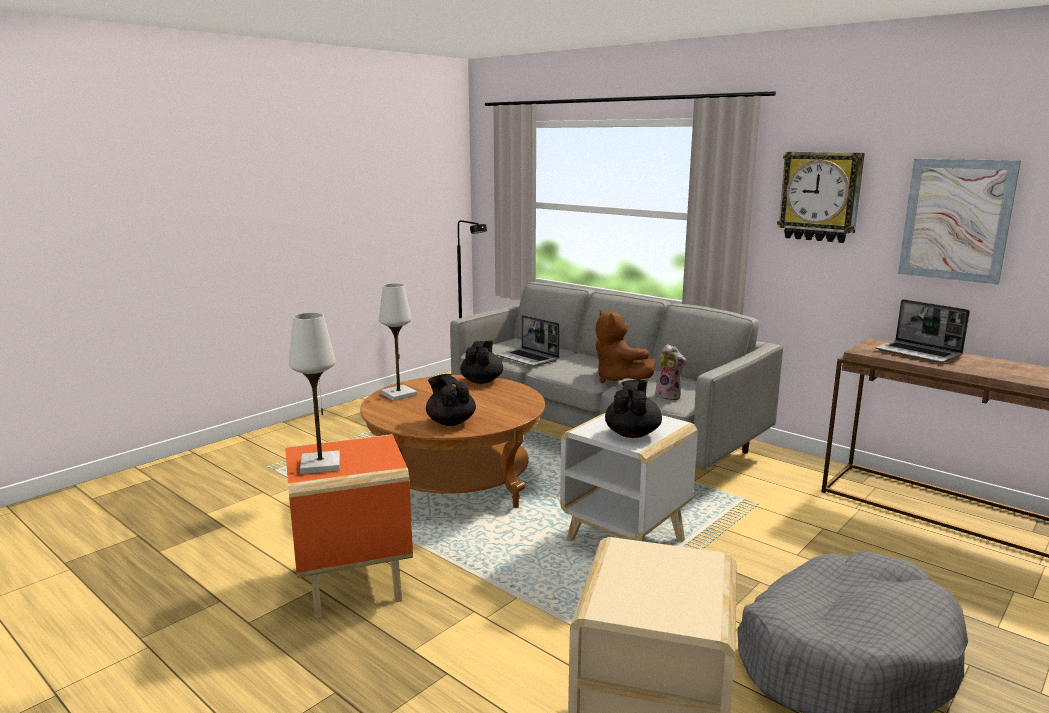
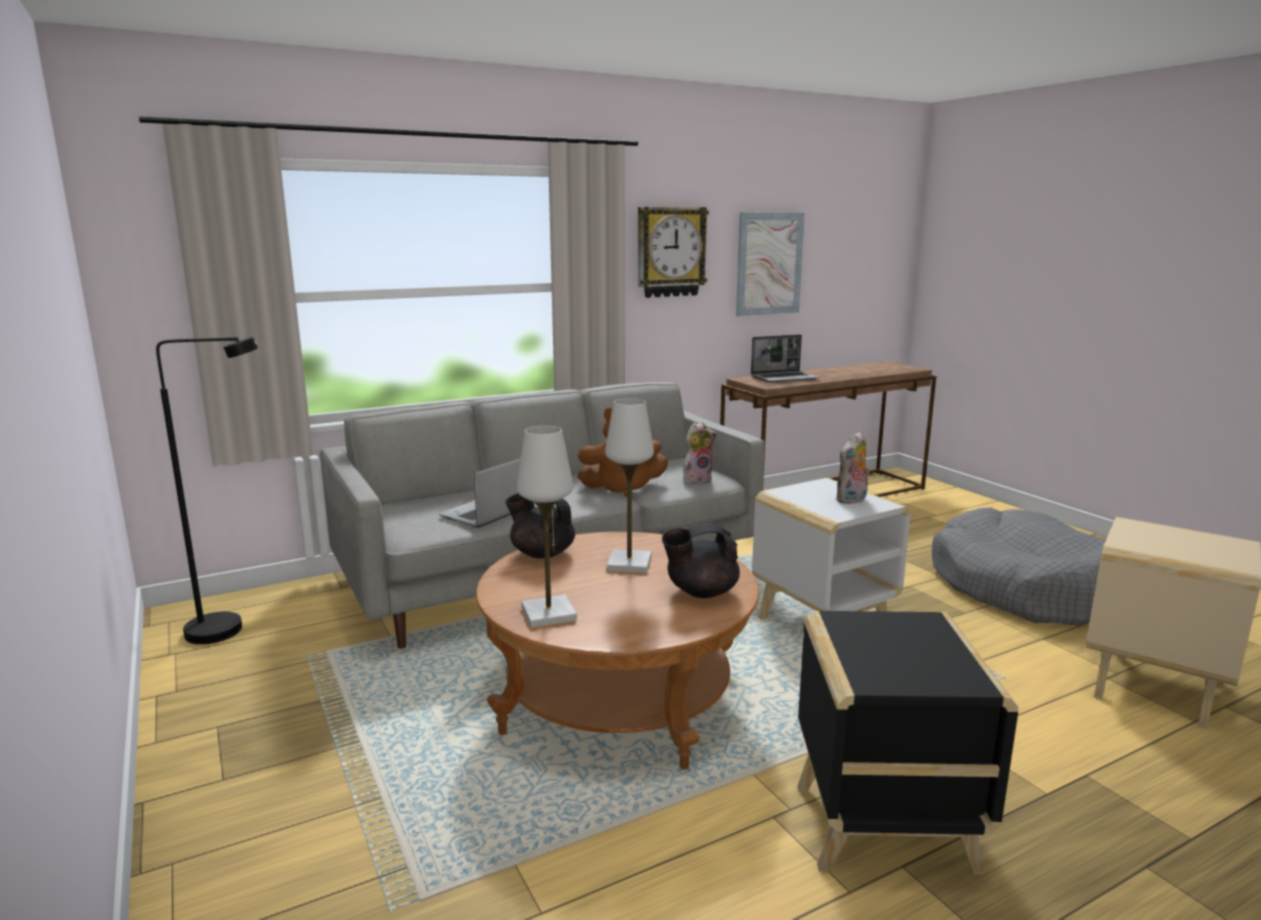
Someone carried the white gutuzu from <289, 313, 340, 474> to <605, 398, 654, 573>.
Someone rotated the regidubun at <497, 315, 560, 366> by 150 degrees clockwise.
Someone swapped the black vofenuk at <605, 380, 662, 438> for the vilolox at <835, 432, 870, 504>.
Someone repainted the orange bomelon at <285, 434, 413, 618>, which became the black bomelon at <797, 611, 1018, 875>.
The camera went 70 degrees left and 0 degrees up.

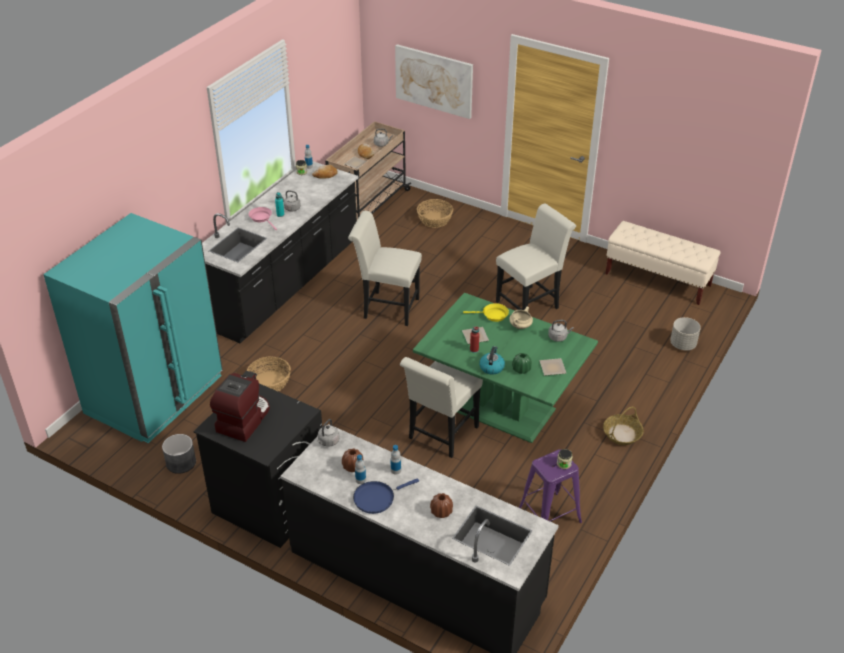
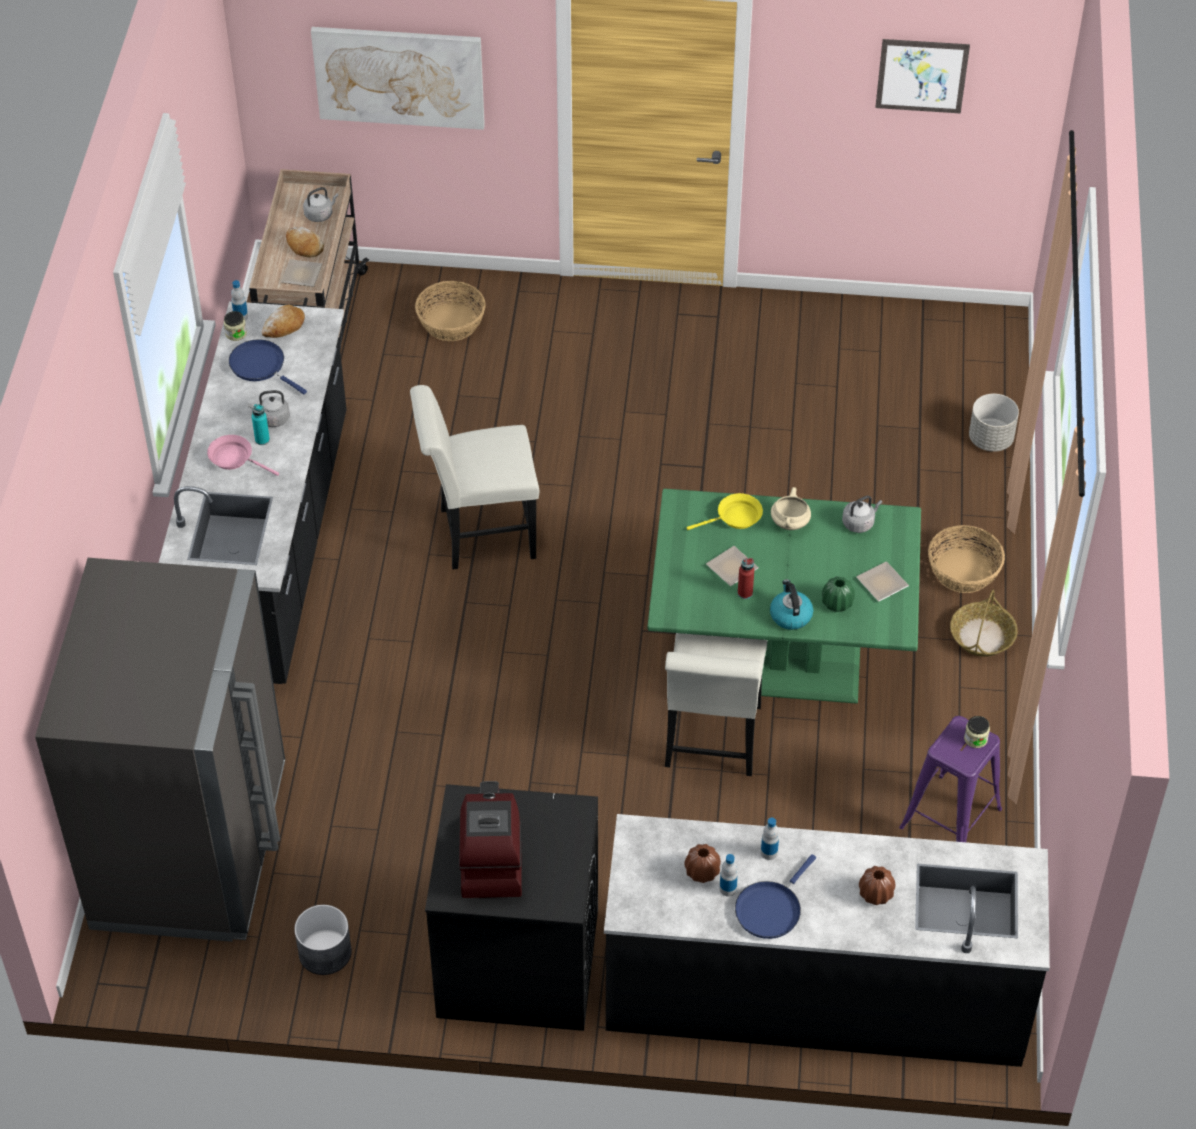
Someone took away the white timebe at <496, 203, 576, 310>.
Someone repainted the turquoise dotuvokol at <44, 213, 223, 443>, which became the grey dotuvokol at <35, 558, 285, 942>.
Someone took away the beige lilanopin at <605, 221, 720, 305>.
Someone carried the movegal from <247, 357, 291, 392> to <928, 525, 1005, 593>.
Someone took away the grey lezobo at <317, 419, 340, 447>.
Someone put up the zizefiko at <875, 39, 970, 113>.
Someone put down the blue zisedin at <229, 339, 307, 394>.
The camera went 25 degrees left and 10 degrees up.

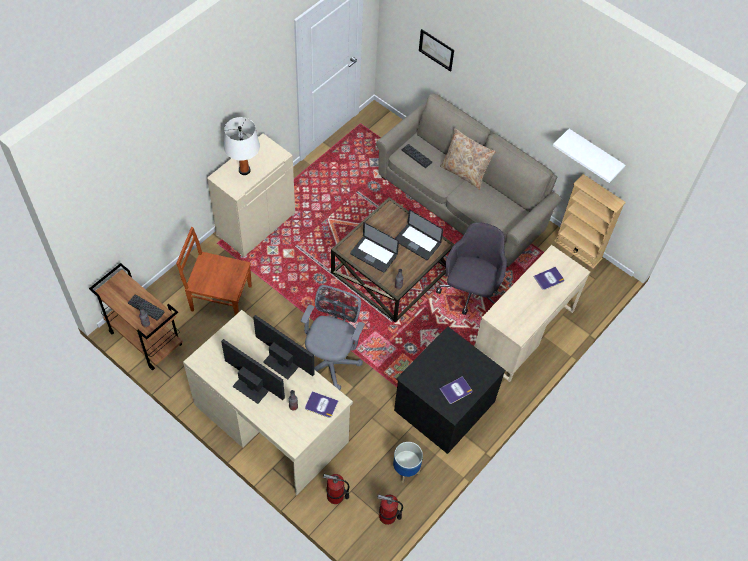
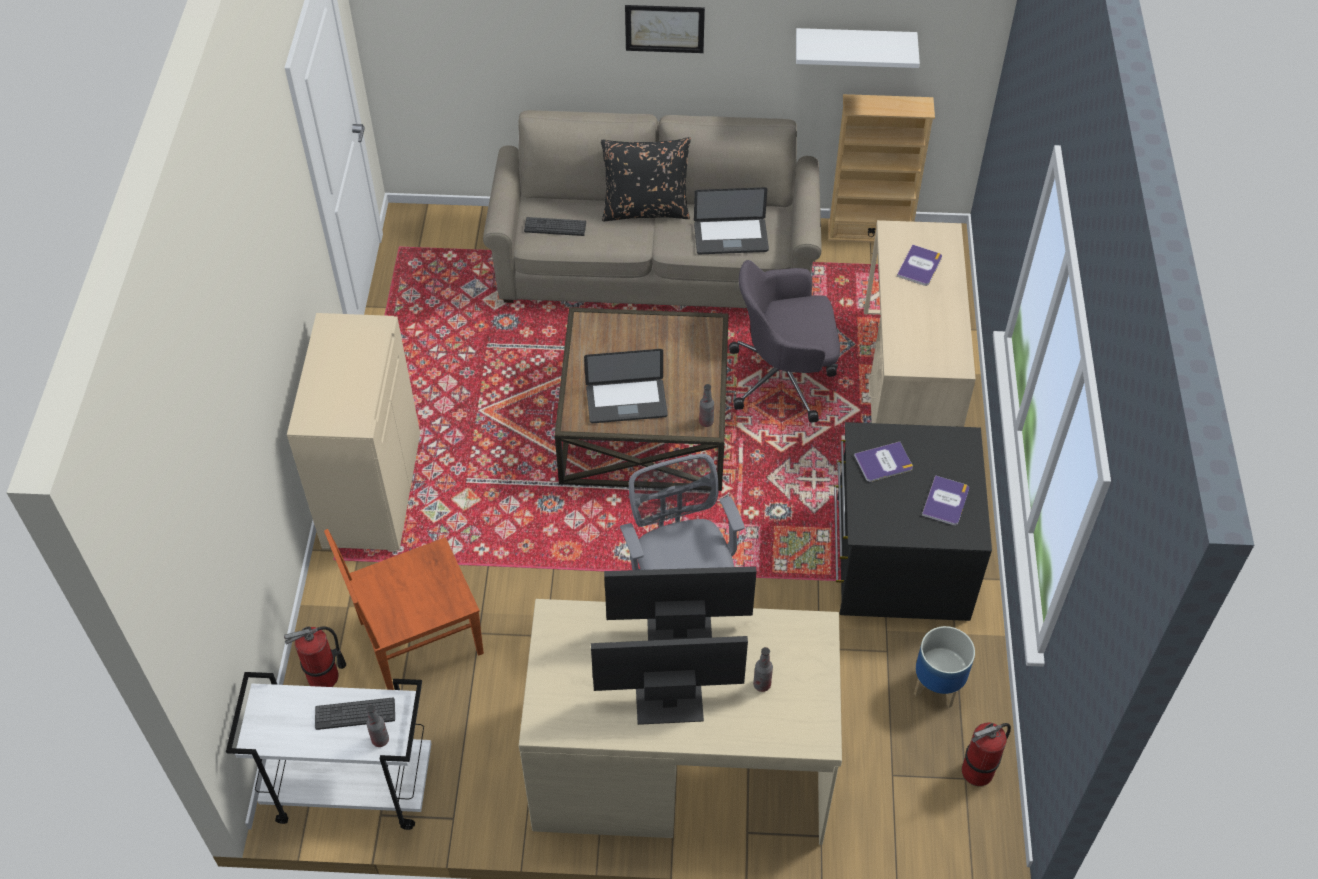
Someone carried the zizefiko from <419, 29, 454, 72> to <625, 5, 705, 53>.
Someone took away the white gutuzu at <224, 117, 260, 175>.
Someone repainted the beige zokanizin at <440, 128, 496, 190>, which became the black zokanizin at <601, 137, 691, 221>.
Someone carried the regidubun from <395, 210, 443, 260> to <694, 187, 769, 254>.
Someone rotated the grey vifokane at <436, 222, 507, 315> by 75 degrees counterclockwise.
Someone repainted the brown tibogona at <89, 263, 182, 370>, which became the white tibogona at <226, 672, 432, 830>.
Someone carried the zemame from <305, 391, 338, 418> to <854, 442, 913, 482>.
Someone carried the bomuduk from <323, 474, 349, 504> to <284, 627, 346, 687>.
The camera went 35 degrees left and 5 degrees down.

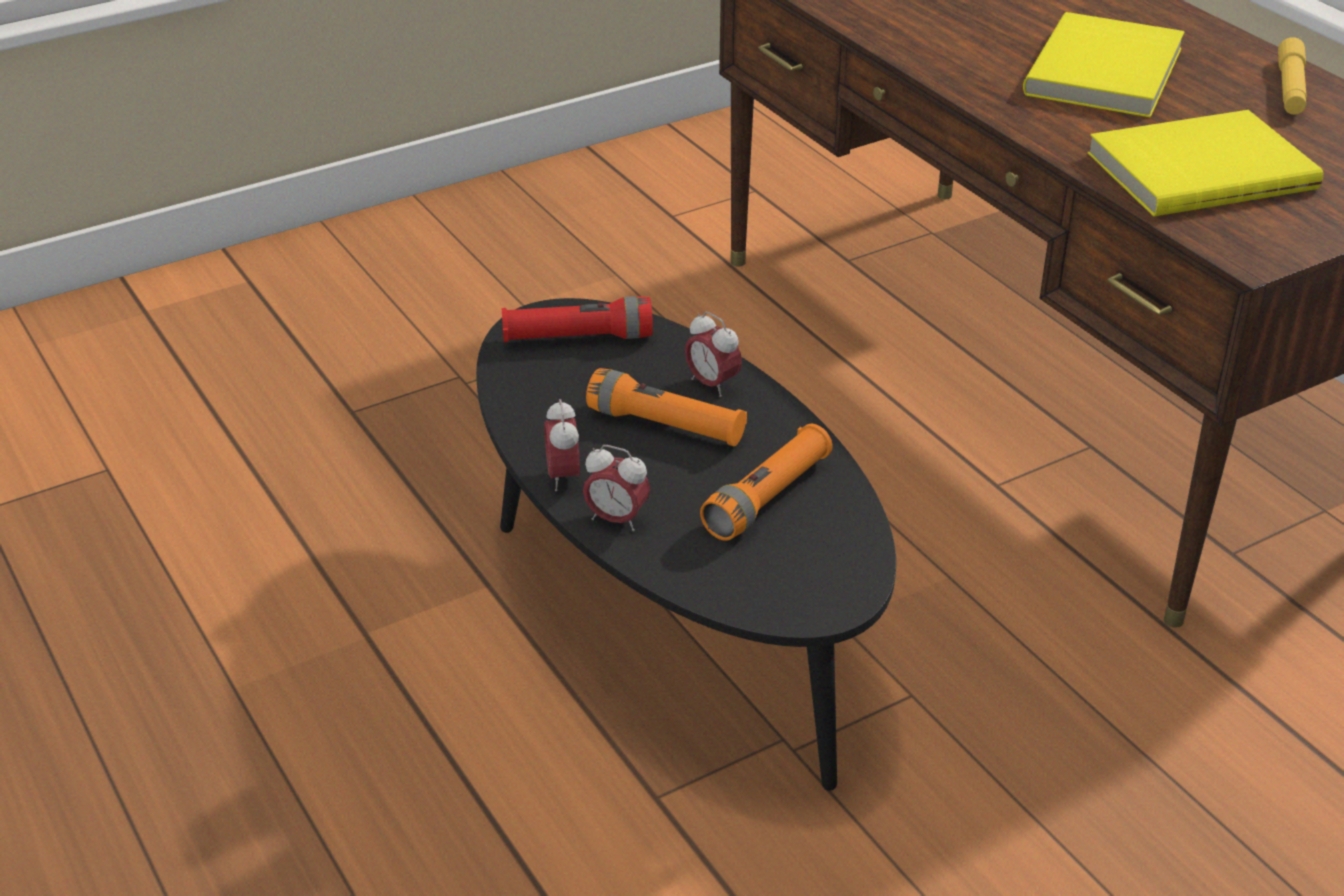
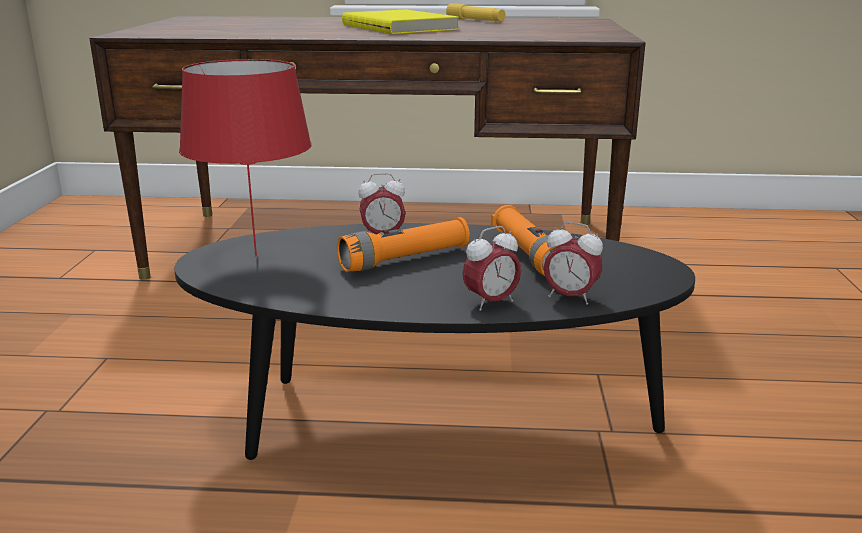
Someone took away the yellow zemame at <1088, 110, 1323, 217>.
Someone swapped the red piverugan at <502, 296, 653, 343> for the red gutuzu at <179, 59, 312, 257>.
Someone carried the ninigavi from <544, 399, 580, 492> to <544, 222, 603, 305>.
The camera went 55 degrees left and 15 degrees down.

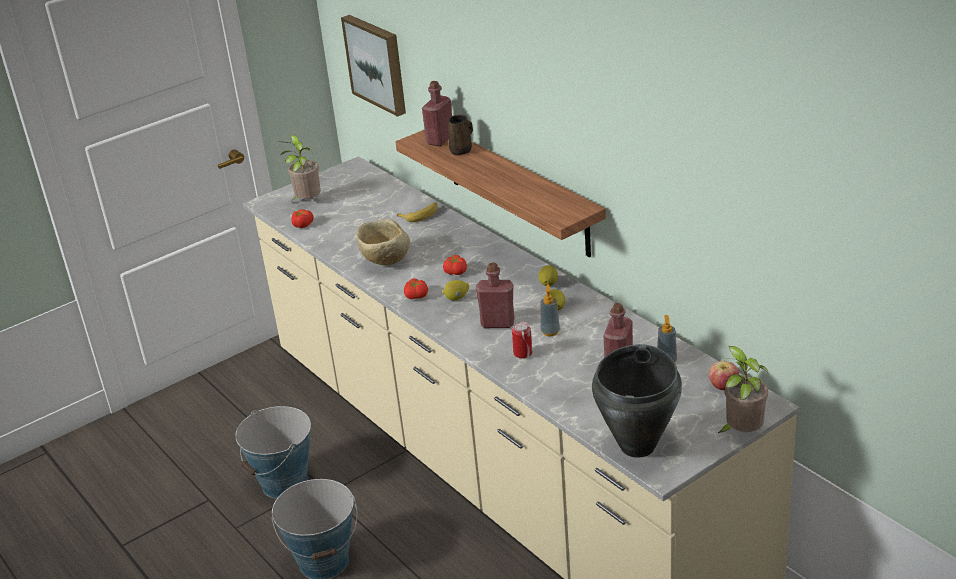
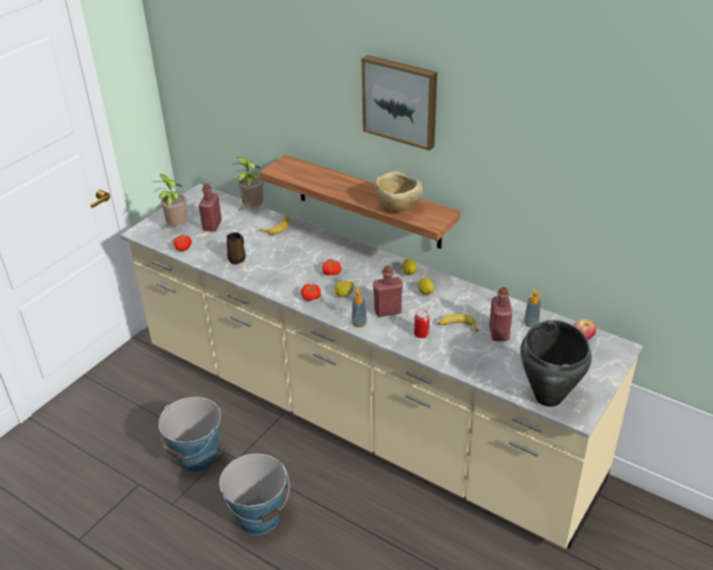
Someone carried the zizefiko from <341, 15, 406, 117> to <361, 55, 437, 151>.
Someone carried the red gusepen from <422, 81, 452, 146> to <199, 184, 222, 232>.
Someone carried the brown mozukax from <448, 115, 473, 156> to <226, 232, 246, 264>.
Someone carried the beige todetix from <357, 219, 410, 266> to <375, 171, 423, 211>.
Someone carried the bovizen from <540, 284, 560, 336> to <352, 288, 367, 328>.
Someone carried the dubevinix from <718, 346, 768, 433> to <235, 157, 263, 211>.
Someone put down the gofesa at <438, 314, 479, 331>.
The camera went 20 degrees left and 5 degrees up.

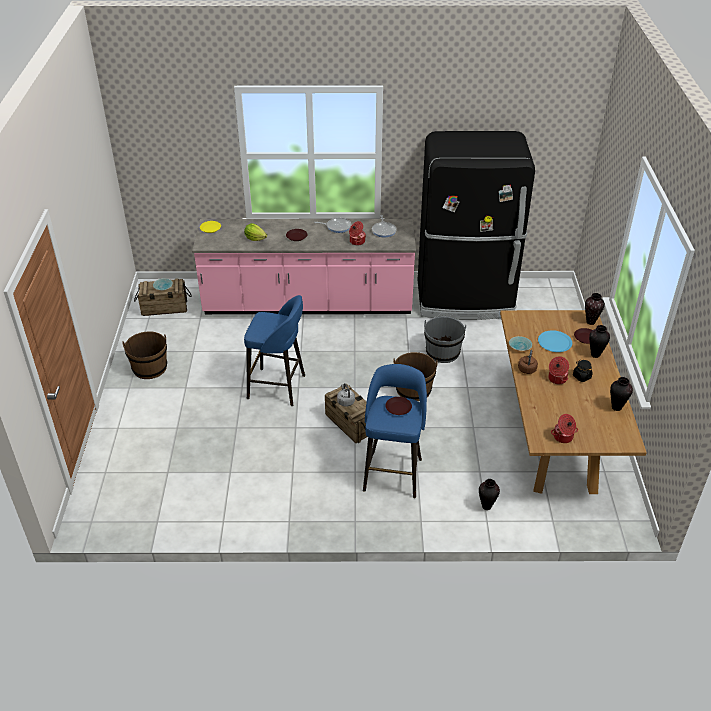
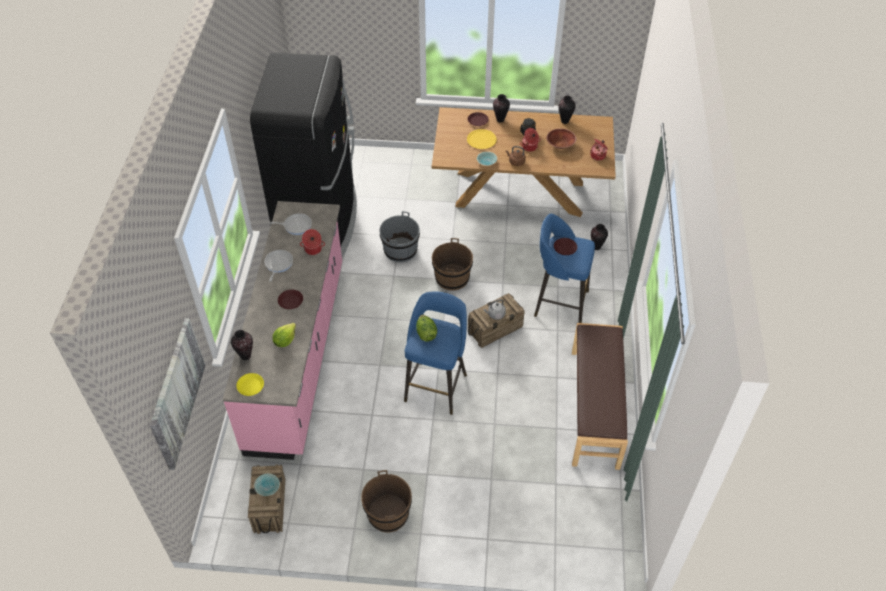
Someone carried the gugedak from <585, 293, 605, 325> to <231, 330, 253, 360>.
Someone repainted the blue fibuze at <538, 330, 572, 352>, which became the yellow fibuze at <467, 129, 497, 149>.
Someone put down the brown todetix at <546, 128, 576, 149>.
Someone put down the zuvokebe at <416, 314, 437, 342>.
Someone put up the zizefiko at <149, 318, 205, 470>.
Someone put down the brown lilanopin at <572, 323, 628, 470>.
The camera went 85 degrees left and 10 degrees up.

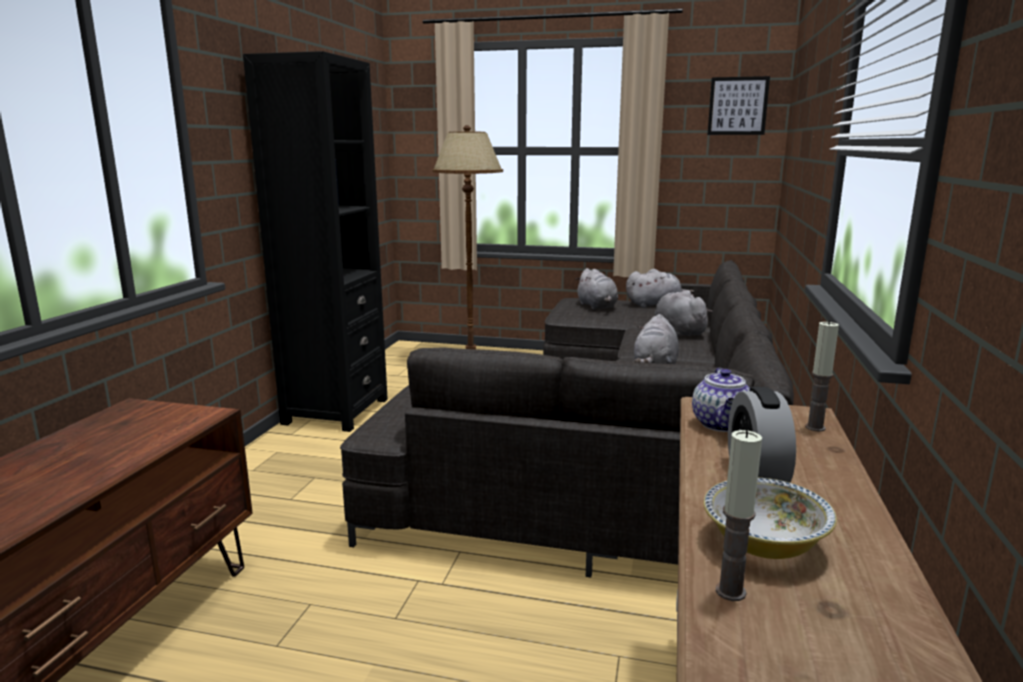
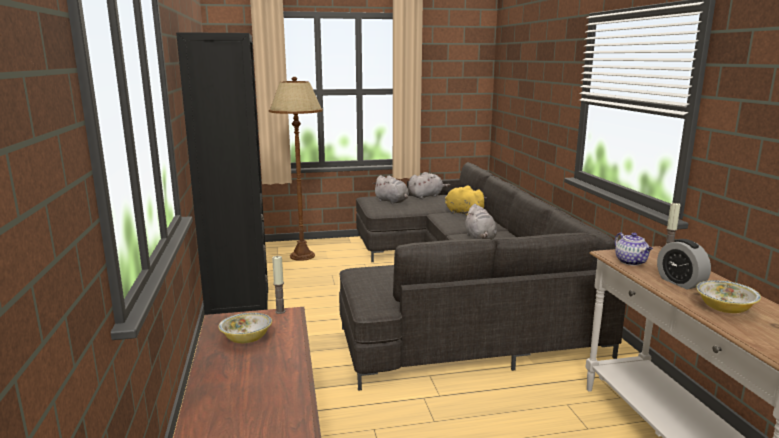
Someone took away the zizefiko at <707, 76, 770, 135>.
Someone repainted the grey vilolox at <655, 290, 713, 337>, which became the yellow vilolox at <445, 186, 487, 216>.
Someone carried the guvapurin from <716, 430, 762, 601> to <272, 256, 285, 314>.
Someone put down the todetix at <218, 312, 272, 343>.
The camera went 25 degrees left and 0 degrees up.

